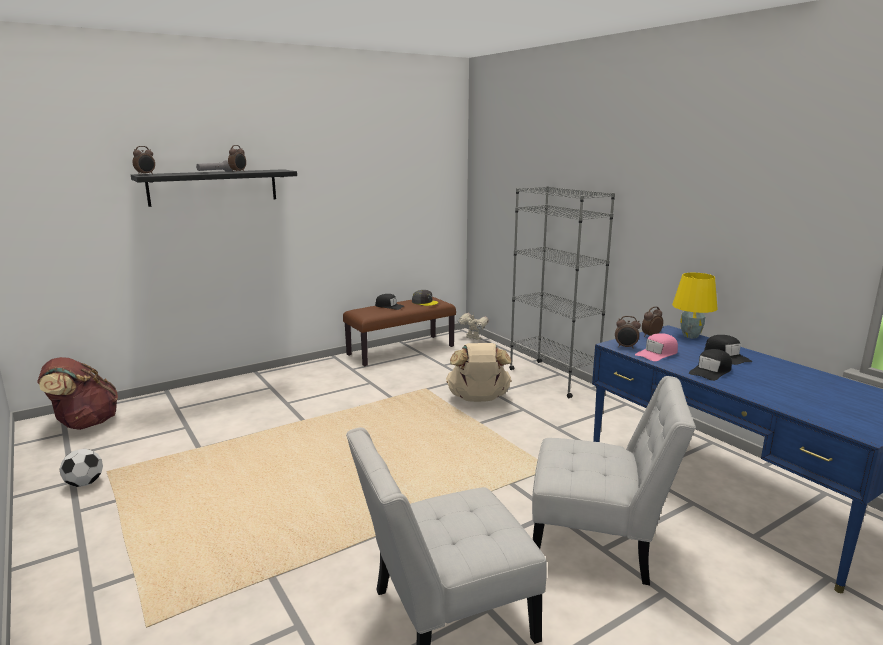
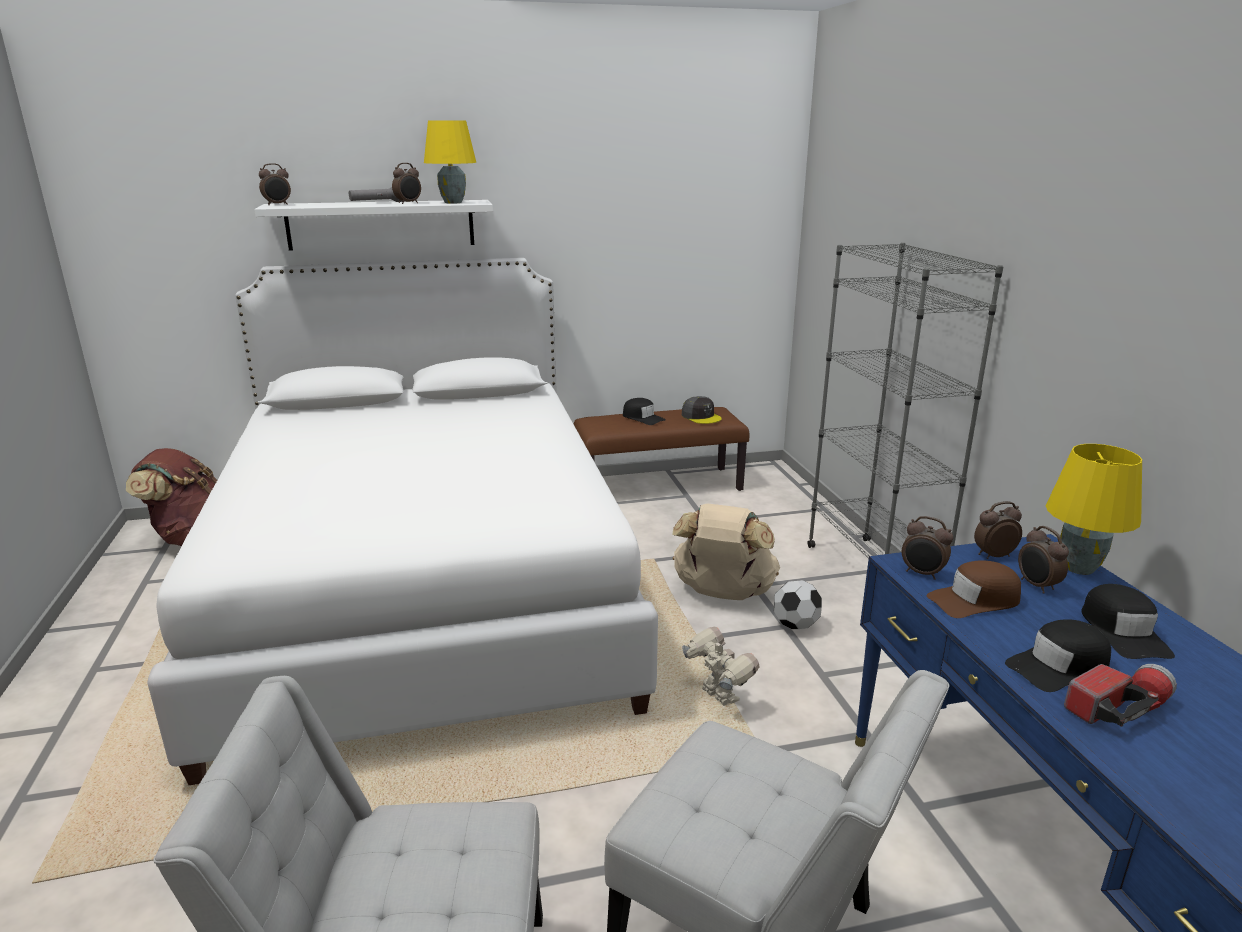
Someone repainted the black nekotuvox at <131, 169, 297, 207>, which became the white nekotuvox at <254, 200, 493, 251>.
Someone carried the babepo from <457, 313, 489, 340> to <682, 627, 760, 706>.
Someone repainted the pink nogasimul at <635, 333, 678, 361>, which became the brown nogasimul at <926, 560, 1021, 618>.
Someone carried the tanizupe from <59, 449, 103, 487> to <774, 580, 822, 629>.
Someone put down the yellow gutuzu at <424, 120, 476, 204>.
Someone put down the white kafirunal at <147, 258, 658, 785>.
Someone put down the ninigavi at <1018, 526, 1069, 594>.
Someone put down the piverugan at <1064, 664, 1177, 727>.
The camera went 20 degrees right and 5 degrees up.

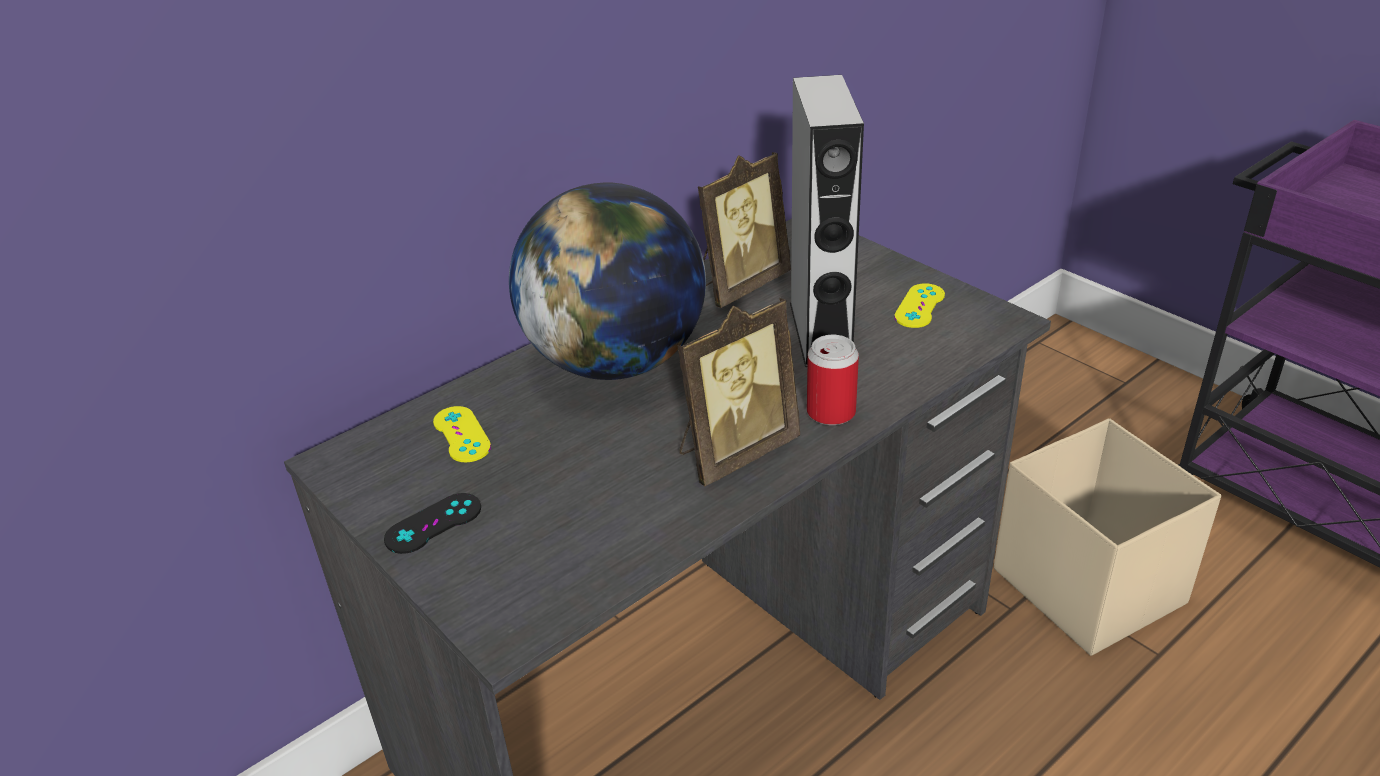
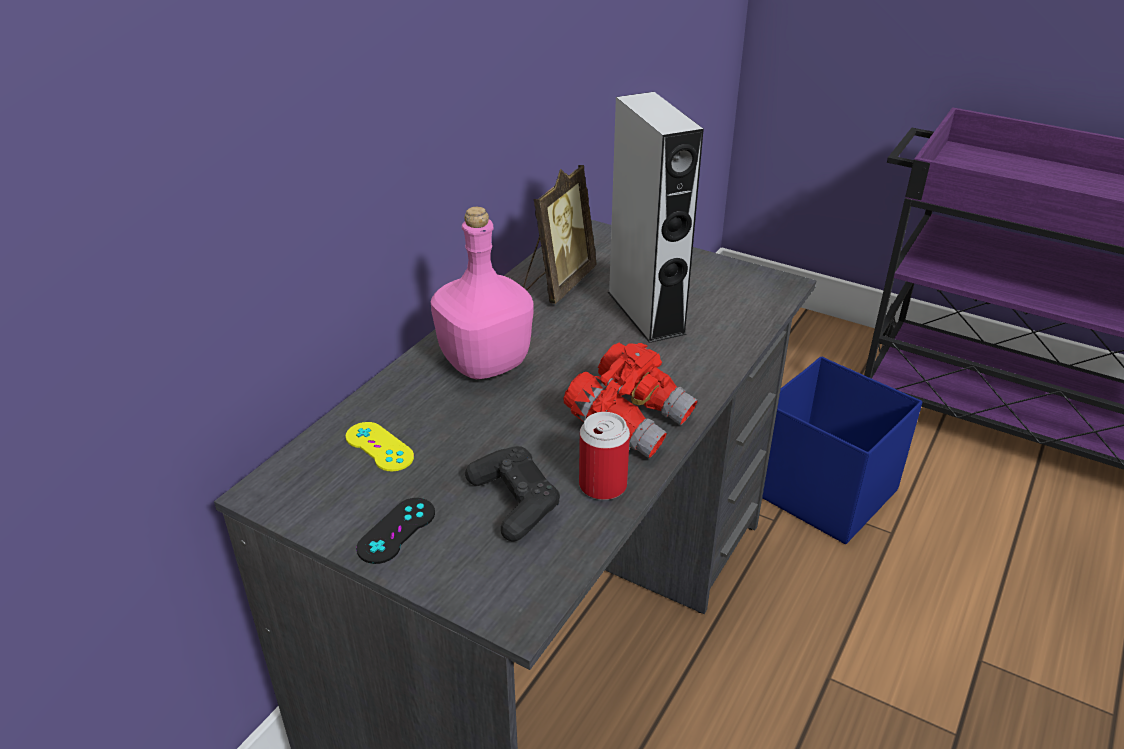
Someone swapped the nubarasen at <509, 183, 706, 380> for the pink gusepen at <431, 207, 534, 379>.
Someone took away the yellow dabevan at <894, 284, 945, 328>.
Someone swapped the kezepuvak at <677, 298, 800, 486> for the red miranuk at <563, 343, 698, 459>.
Someone carried the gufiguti from <807, 335, 859, 425> to <579, 412, 630, 500>.
Someone repainted the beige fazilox at <994, 418, 1221, 656>, which became the blue fazilox at <762, 356, 922, 544>.
Someone put down the black dabevan at <465, 446, 560, 541>.
The camera went 20 degrees left and 0 degrees up.

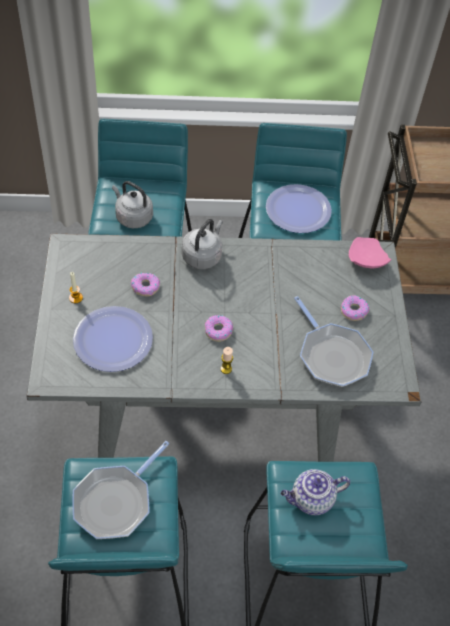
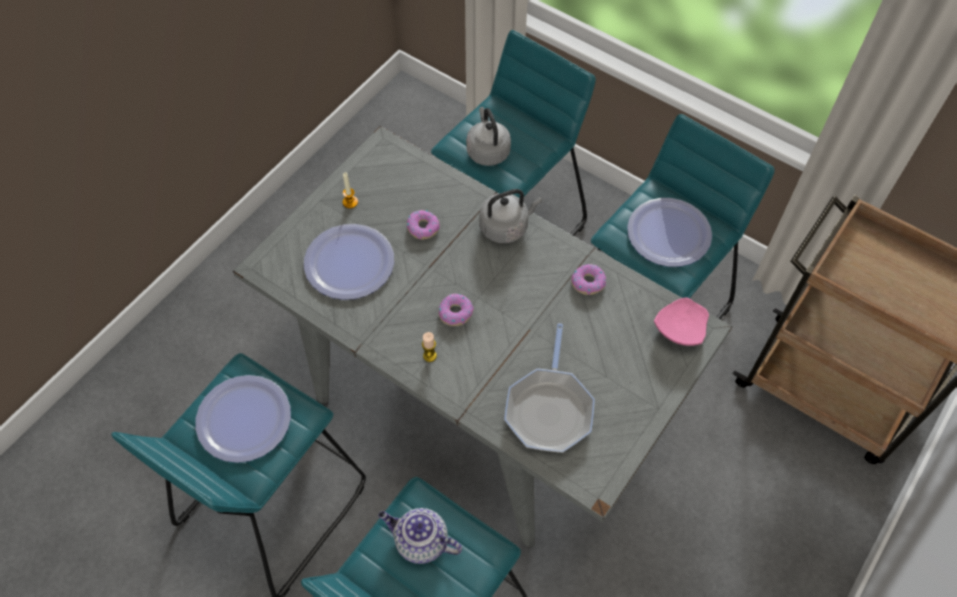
Someone carried the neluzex from <341, 295, 369, 321> to <571, 264, 606, 295>.
Someone swapped the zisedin at <72, 441, 169, 539> for the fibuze at <195, 375, 291, 463>.
The camera went 40 degrees right and 5 degrees up.

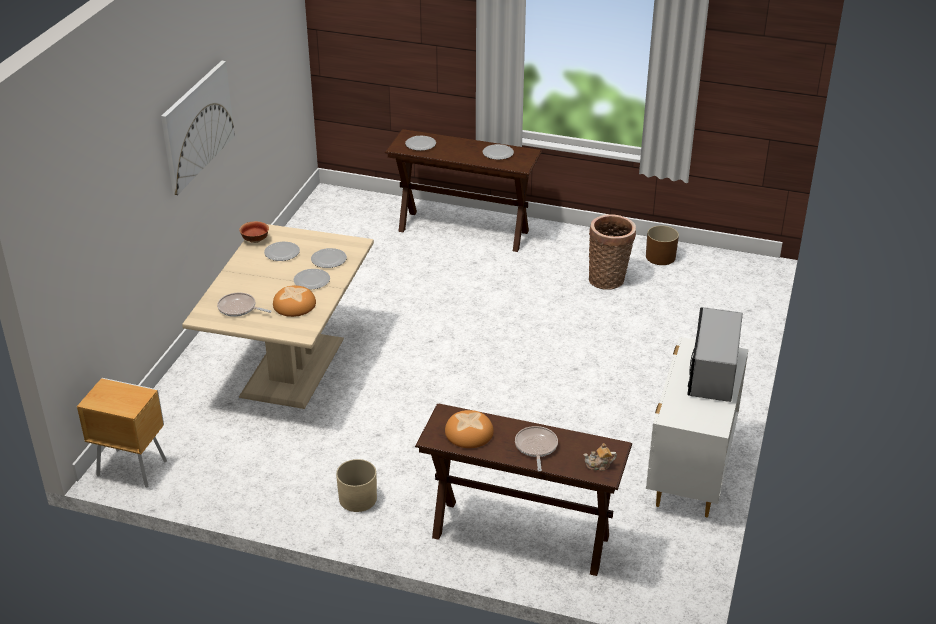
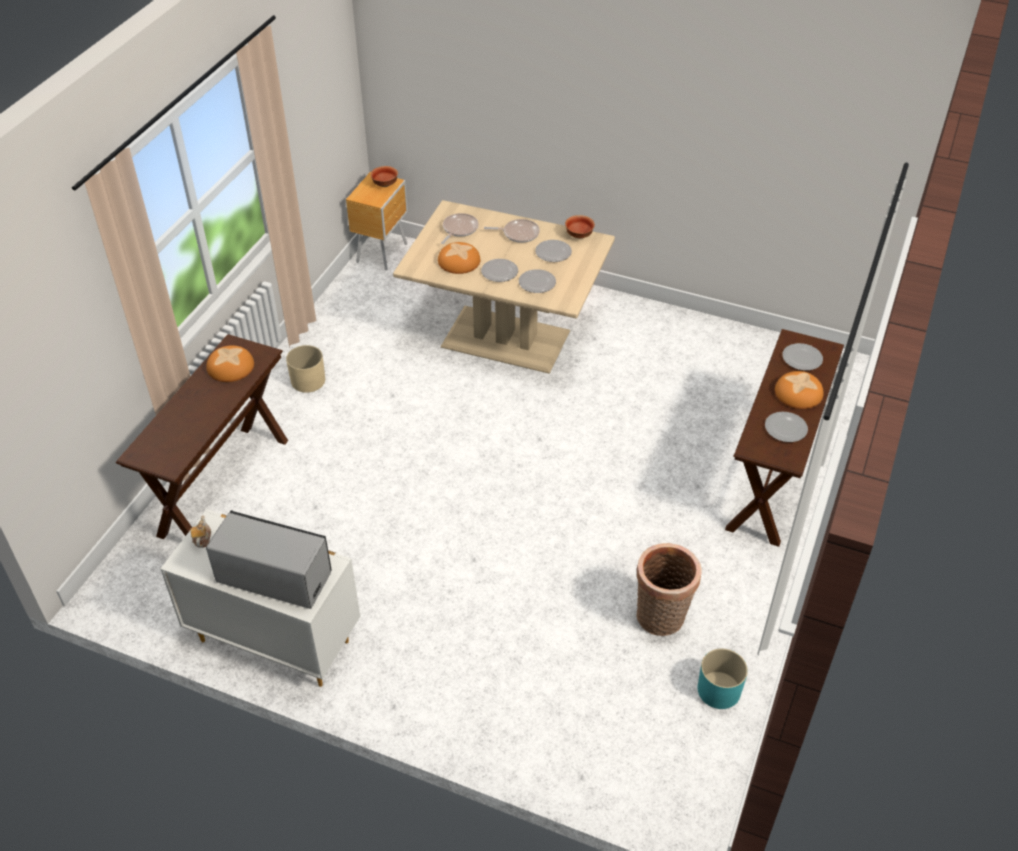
Someone took away the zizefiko at <161, 61, 235, 195>.
Someone repainted the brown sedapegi at <646, 225, 679, 265>, which became the turquoise sedapegi at <698, 649, 748, 709>.
Someone carried the zisedin from <515, 426, 558, 471> to <484, 219, 540, 243>.
Someone carried the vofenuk from <583, 443, 617, 471> to <191, 515, 211, 548>.
Someone put down the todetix at <370, 166, 398, 187>.
Someone put down the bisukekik at <775, 371, 824, 409>.
The camera went 95 degrees right and 10 degrees up.

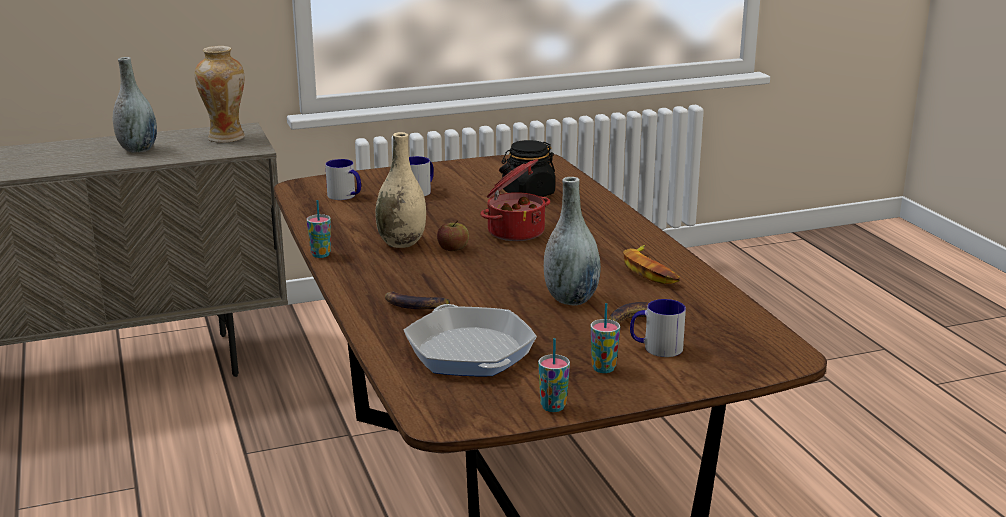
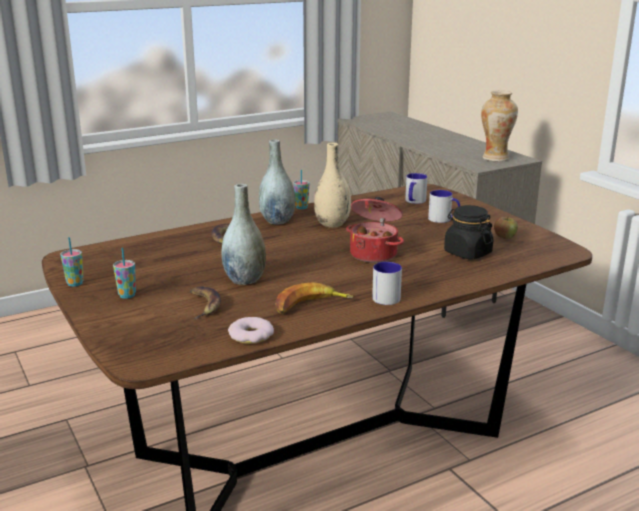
Someone carried the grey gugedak from <113, 57, 157, 153> to <259, 140, 295, 224>.
Someone carried the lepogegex from <437, 220, 469, 251> to <494, 216, 518, 239>.
Someone carried the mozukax from <630, 299, 686, 357> to <372, 262, 402, 305>.
Someone took away the zisedin at <404, 304, 537, 376>.
Someone put down the neluzex at <228, 317, 274, 344>.
The camera went 80 degrees right and 0 degrees up.

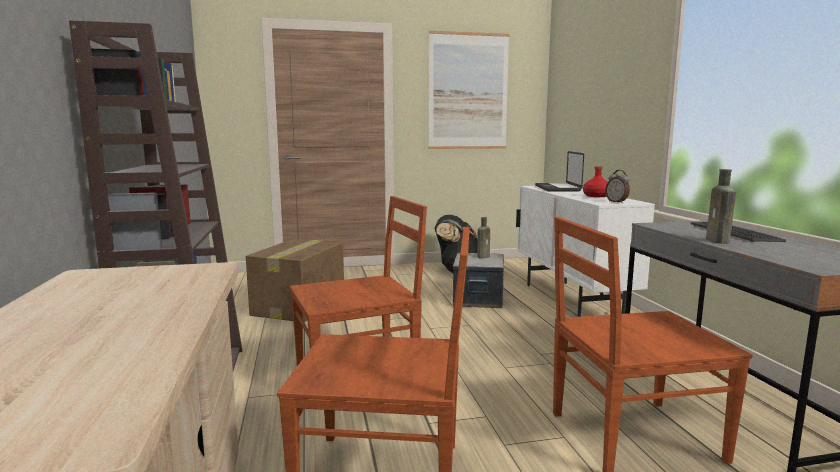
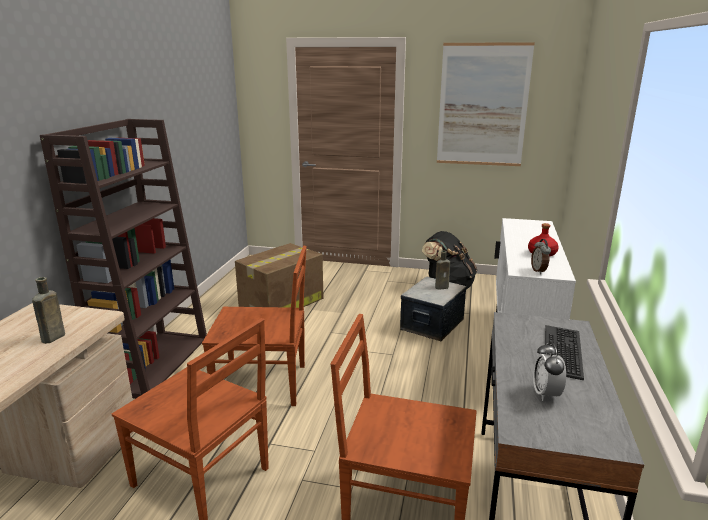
Someone took away the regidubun at <535, 151, 584, 191>.
Someone carried the brown gusepen from <706, 169, 736, 244> to <32, 277, 65, 344>.
Someone put down the ninigavi at <533, 342, 566, 401>.
The camera went 25 degrees right and 10 degrees up.

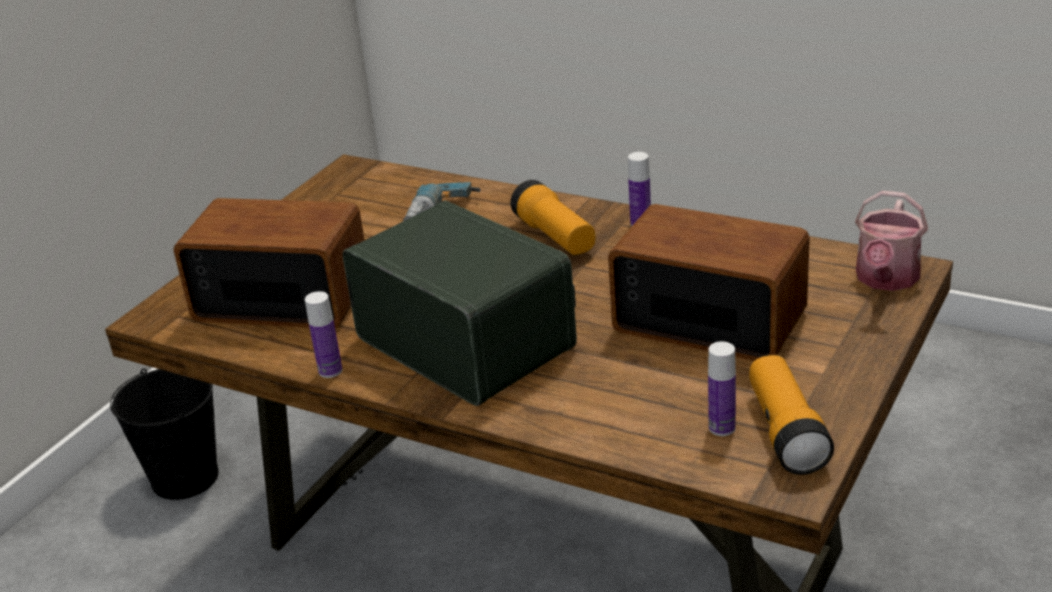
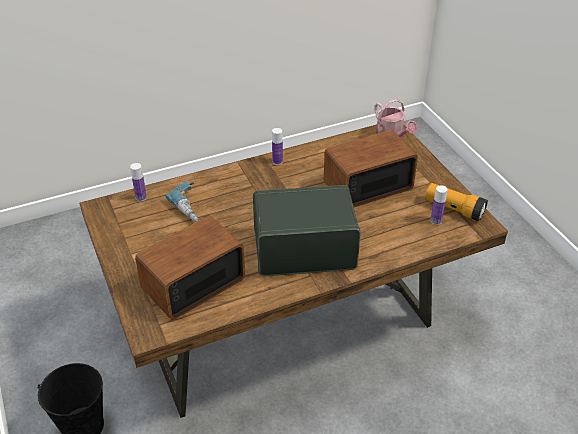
Someone took away the piverugan at <511, 180, 596, 255>.
Someone carried the gusepen from <305, 291, 342, 378> to <130, 163, 147, 201>.
The camera went 55 degrees left and 10 degrees up.

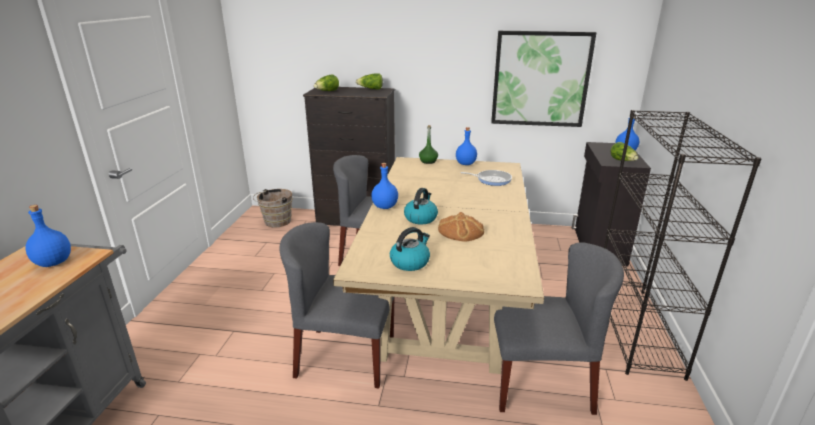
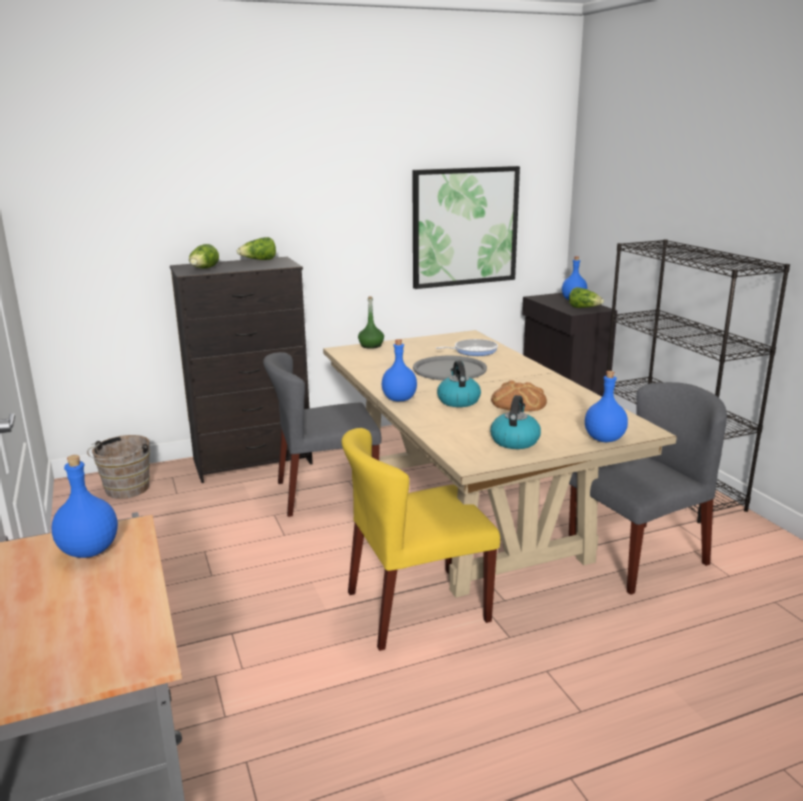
Someone carried the blue gusepen from <456, 127, 477, 165> to <585, 371, 628, 442>.
Someone repainted the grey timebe at <279, 222, 394, 389>, which became the yellow timebe at <341, 428, 500, 651>.
Someone put down the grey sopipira at <413, 356, 487, 380>.
The camera went 30 degrees left and 5 degrees down.

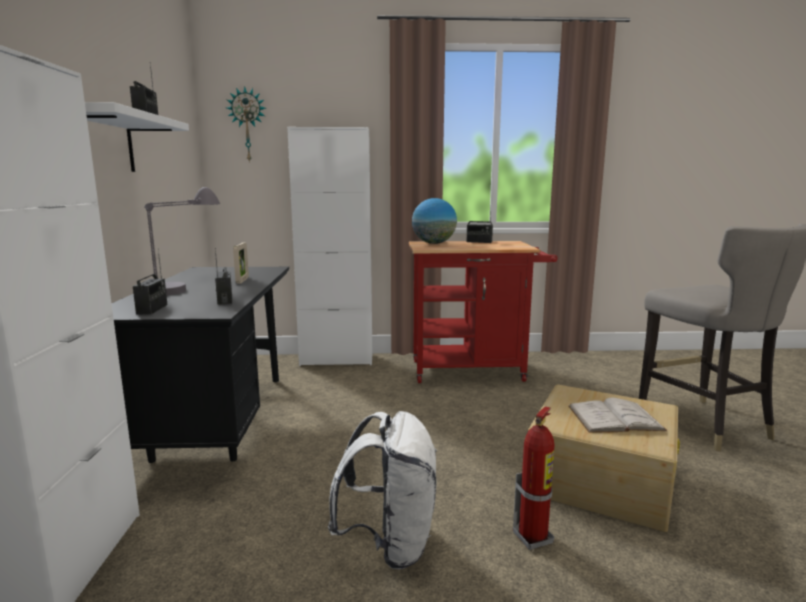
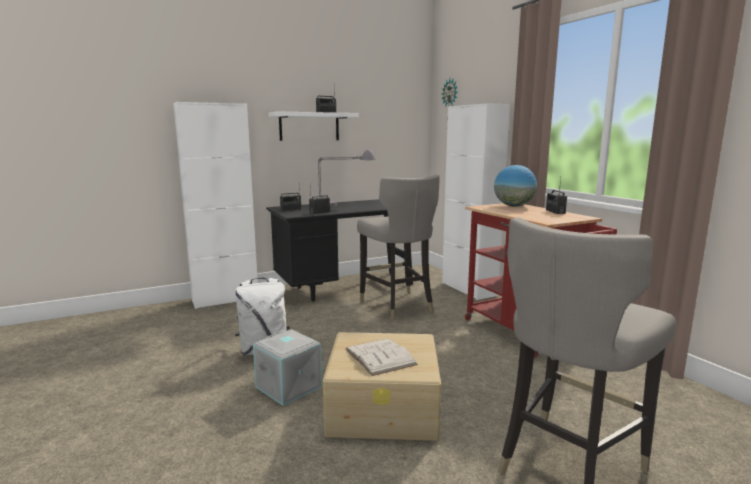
Someone took away the kezepuvak at <233, 243, 249, 284>.
Someone swapped the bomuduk at <513, 406, 555, 550> for the grey fazilox at <253, 329, 322, 406>.
Someone put down the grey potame at <357, 175, 440, 320>.
The camera went 65 degrees right and 0 degrees up.

